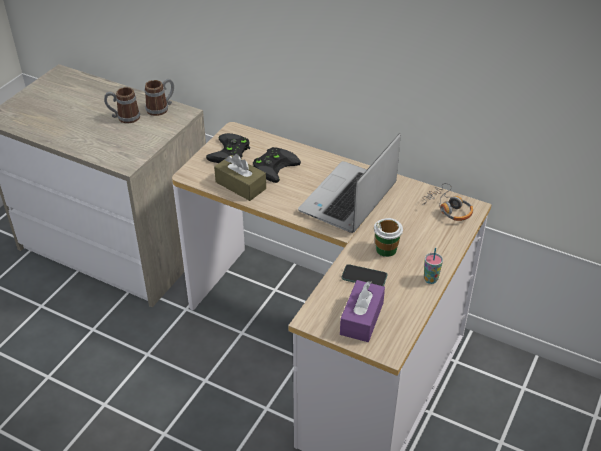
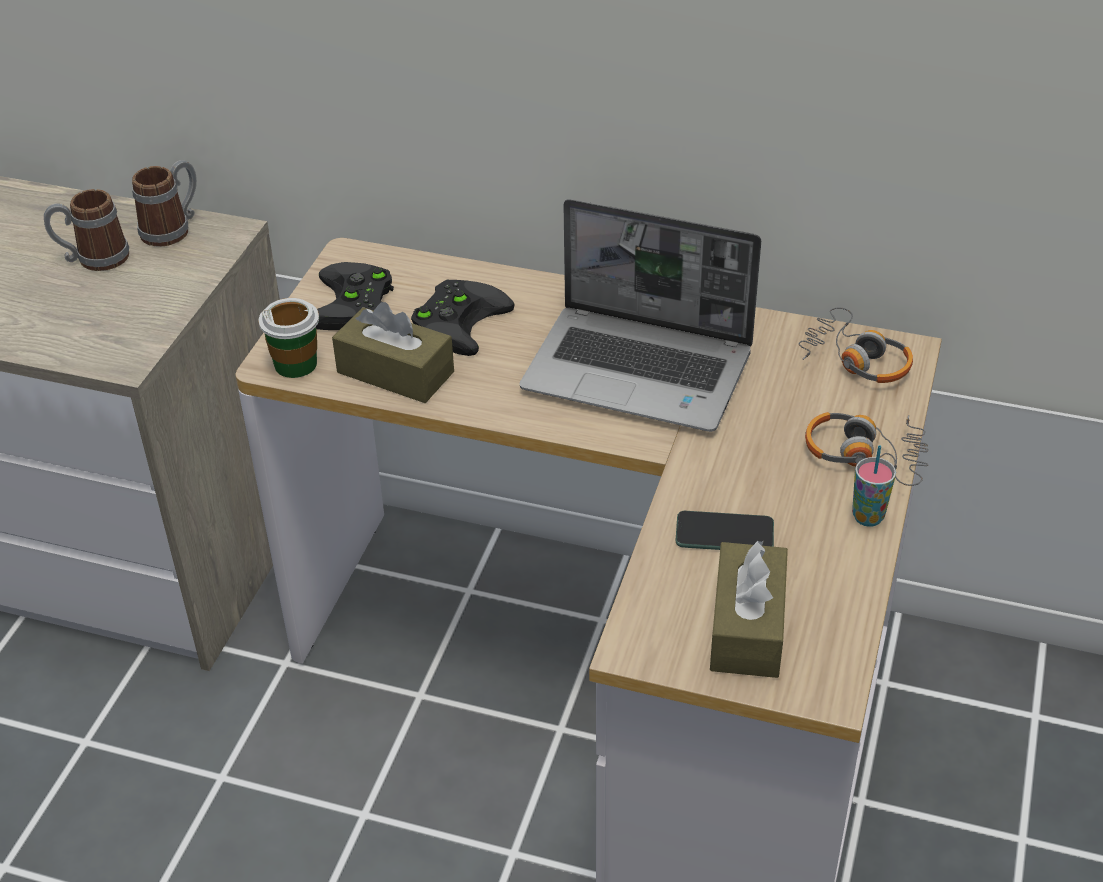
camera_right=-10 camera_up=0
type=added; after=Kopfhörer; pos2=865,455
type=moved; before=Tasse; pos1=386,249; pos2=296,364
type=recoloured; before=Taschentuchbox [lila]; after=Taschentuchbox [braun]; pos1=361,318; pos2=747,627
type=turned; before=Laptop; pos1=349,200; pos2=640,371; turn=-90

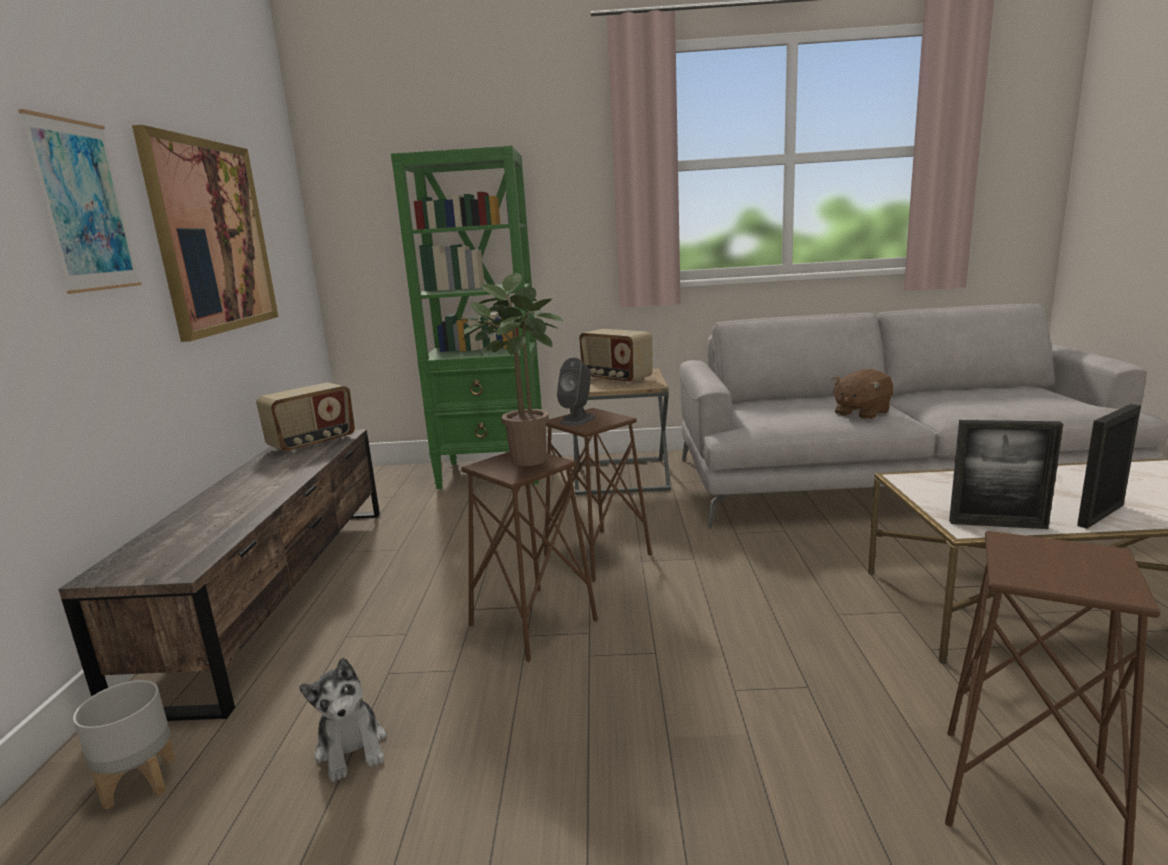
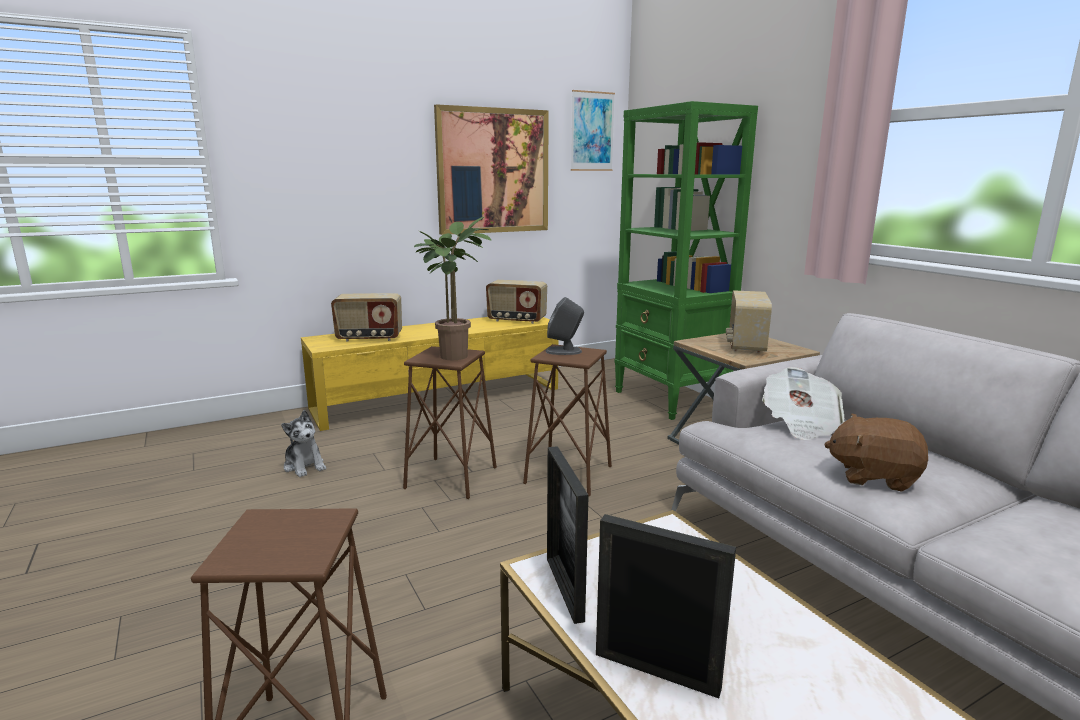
camera_right=60 camera_up=0
type=removed; before=Pflanzkübel [grau]; pos1=140,782
type=added; after=Radio; pos2=369,338
type=added; after=Zeitung; pos2=800,424
type=moved; before=Bild; pos1=84,206; pos2=592,131
type=recoloured; before=Fernsehschrank [braun]; after=Fernsehschrank [gelb]; pos1=278,590; pos2=440,398
type=turned; before=Plüschtier; pos1=352,748; pos2=305,466; turn=-75

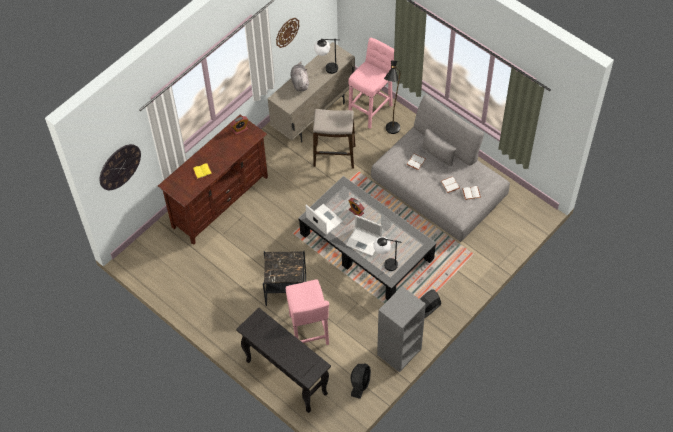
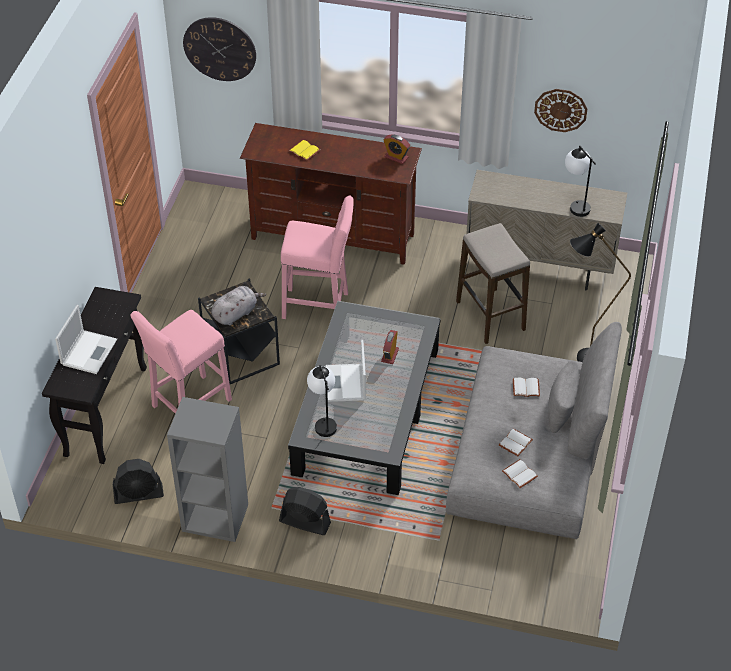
camera_right=60 camera_up=-10
type=moved; before=Plüschtier [grau]; pos1=299,82; pos2=236,313
type=moved; before=Laptop; pos1=324,219; pos2=89,351
type=moved; before=Hocker [rosa]; pos1=371,108; pos2=319,307

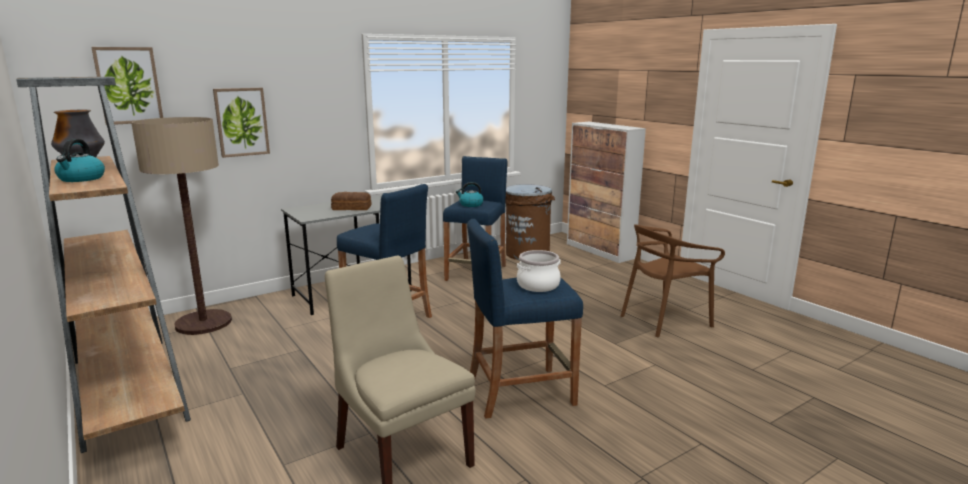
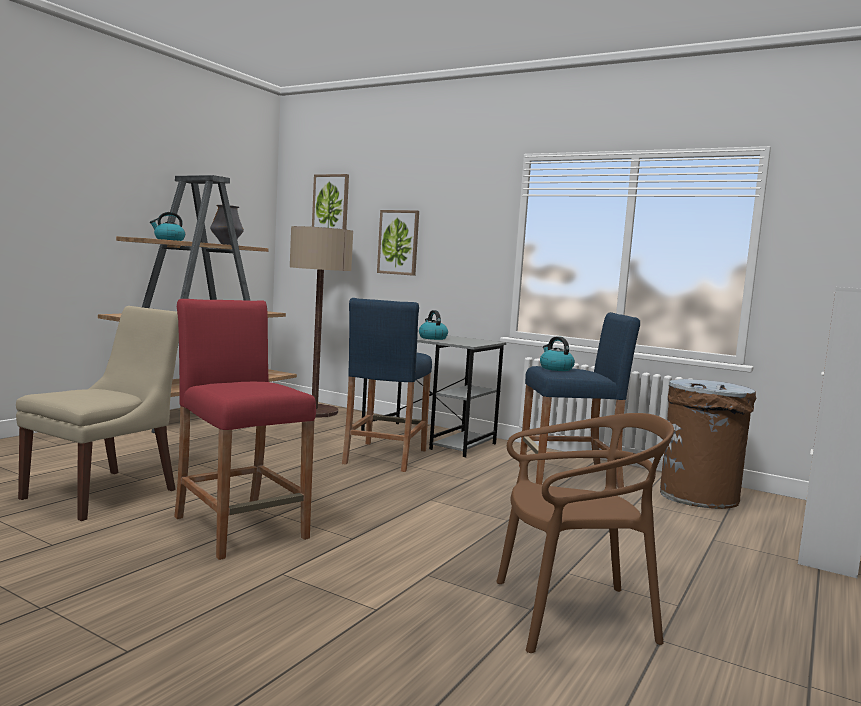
camera_right=65 camera_up=-10
type=removed; before=Kochtopf; pos1=538,285
type=replaced; before=Brot; after=Wasserkessel; pos1=352,208; pos2=432,338
type=recoloured; before=Hocker [blau]; after=Hocker [rot]; pos1=520,392; pos2=240,527
type=turned; before=Stuhl [braun]; pos1=664,320; pos2=572,615; turn=135

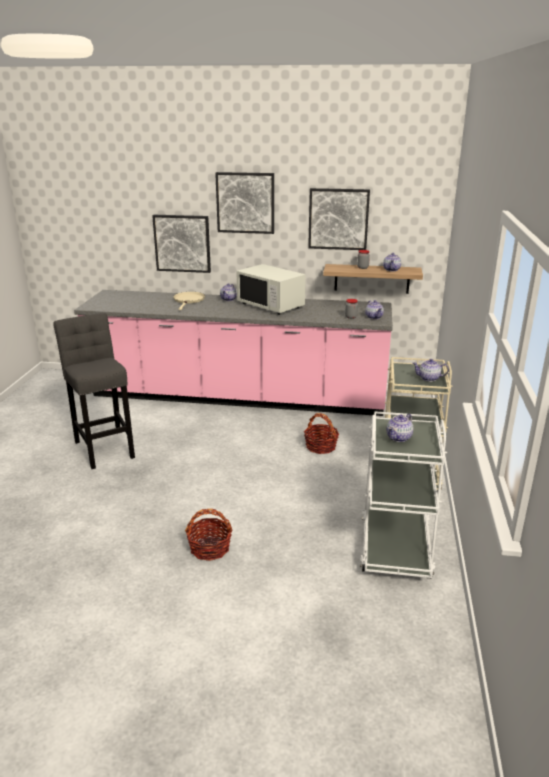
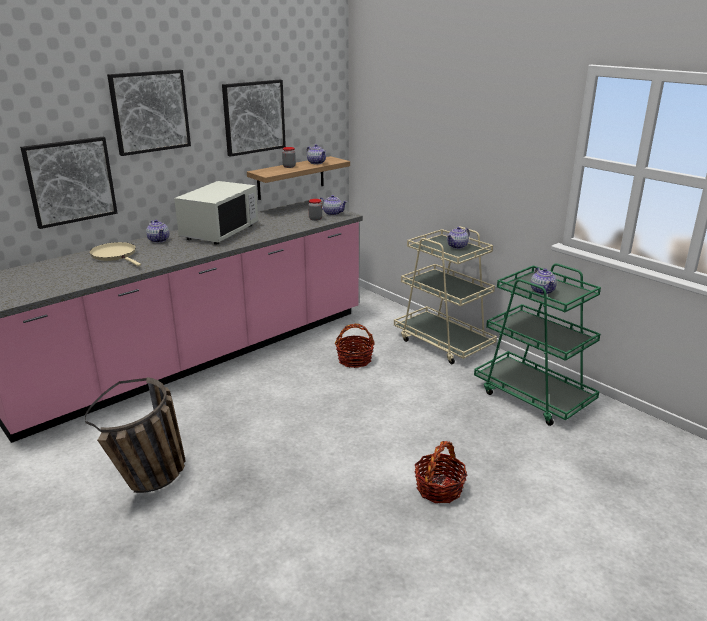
camera_right=-50 camera_up=0
type=replaced; before=Hocker [grau]; after=Korb; pos1=104,447; pos2=152,482
type=recoloured; before=Rollwagen [weiß]; after=Rollwagen [grün]; pos1=395,546; pos2=533,396
type=turned; before=Mikrowelle [weiß]; pos1=271,305; pos2=220,232; turn=-60

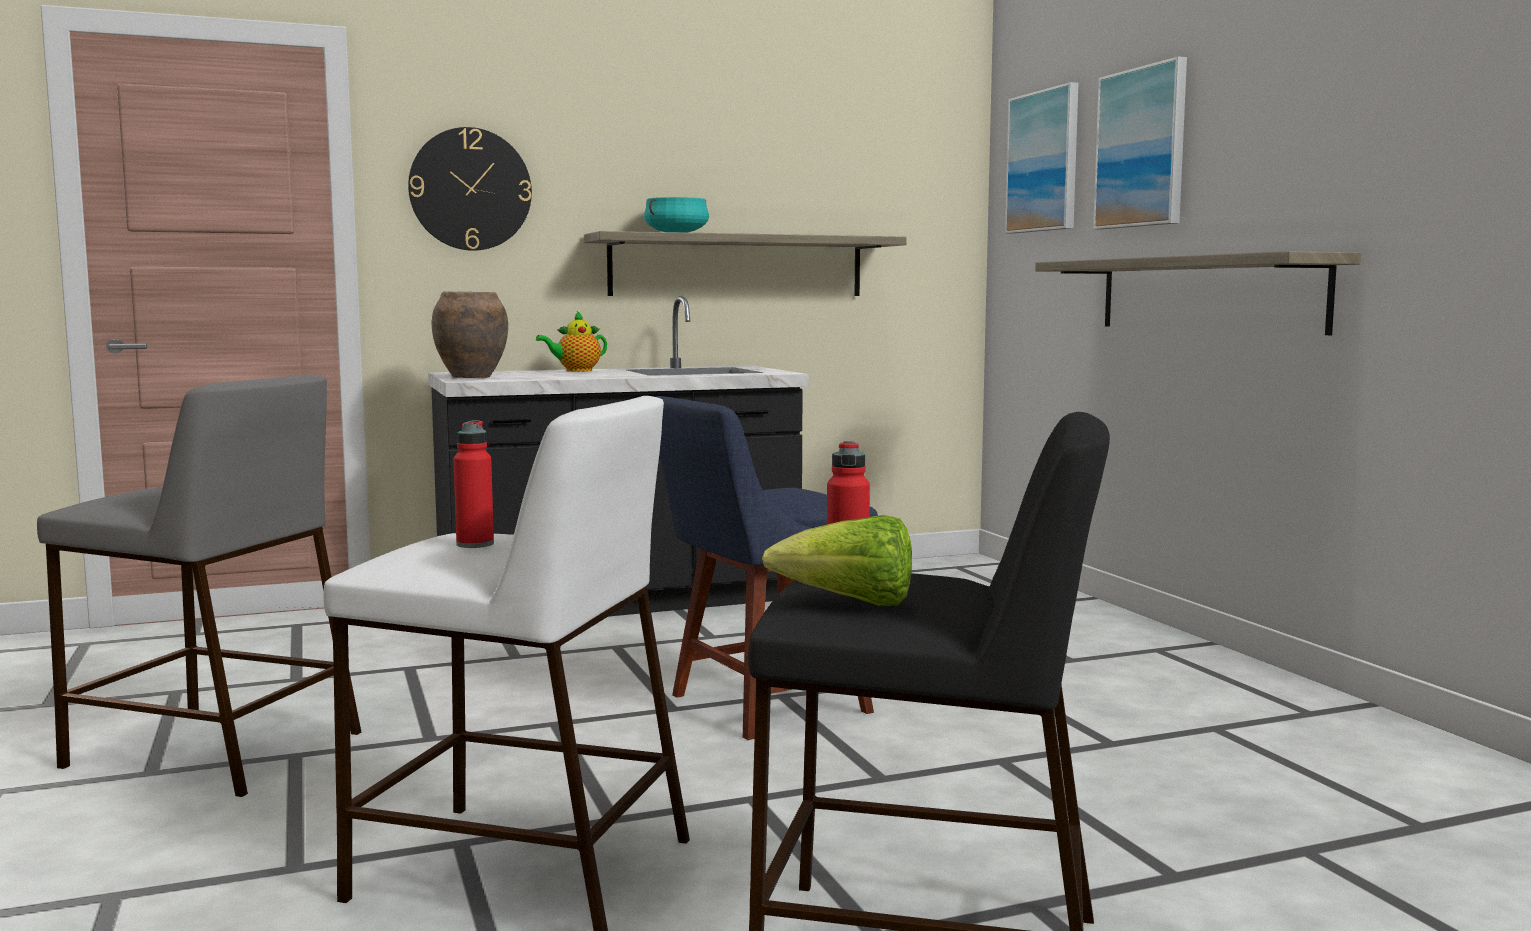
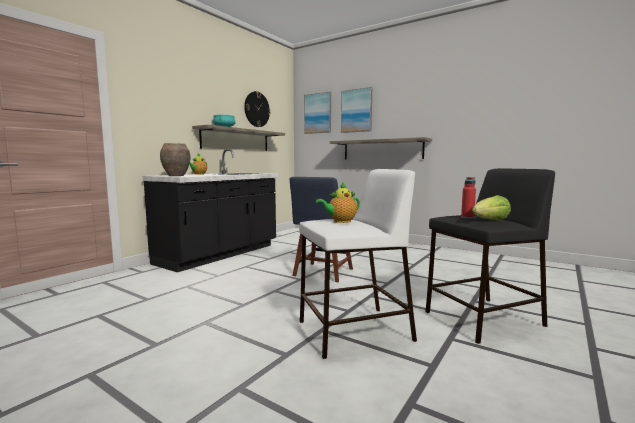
camera_right=-35 camera_up=0
type=removed; before=Hocker [grau]; pos1=211,749
type=moved; before=Wanduhr; pos1=470,189; pos2=256,109
type=replaced; before=Flasche [rot]; after=Teekanne; pos1=475,544; pos2=340,221

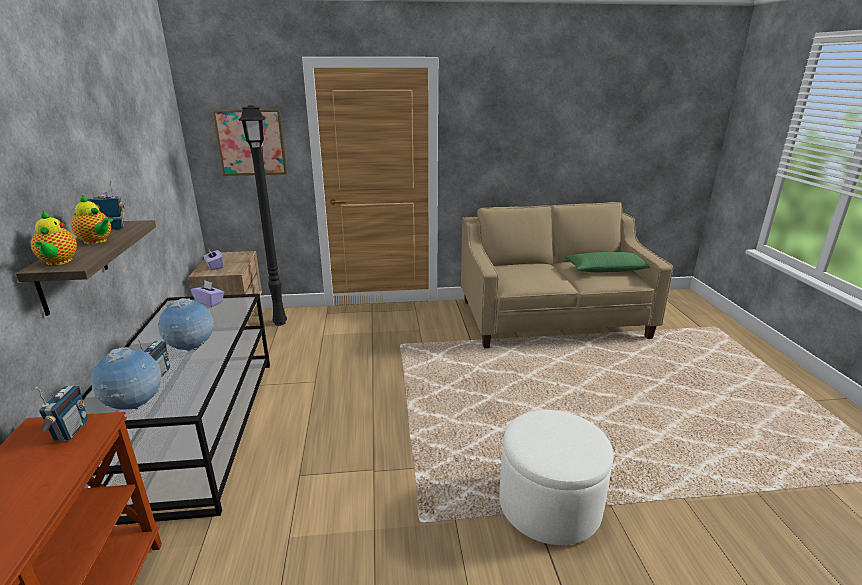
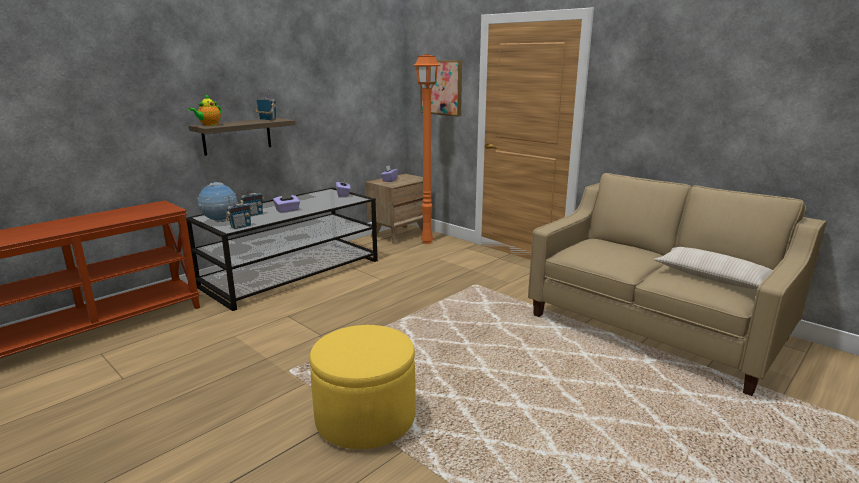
camera_right=50 camera_up=-5
type=removed; before=Teekanne; pos1=97,241
type=moved; before=Radio; pos1=70,431; pos2=240,226
type=replaced; before=Globus; after=Taschentuchbox [lila]; pos1=191,349; pos2=287,210
type=recoloured; before=Stehlampe [schwarz]; after=Stehlampe [orange]; pos1=279,322; pos2=426,242
type=recoloured; before=Polsterhocker [weiß]; after=Polsterhocker [gelb]; pos1=549,505; pos2=365,418
type=recoloured; before=Kissen [grün]; after=Kissen [beige]; pos1=606,270; pos2=713,277

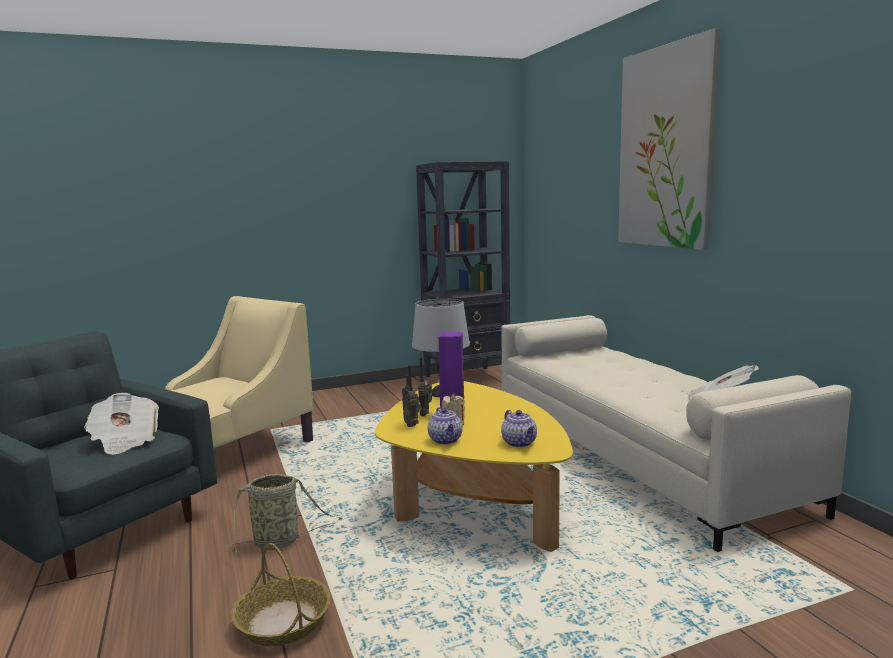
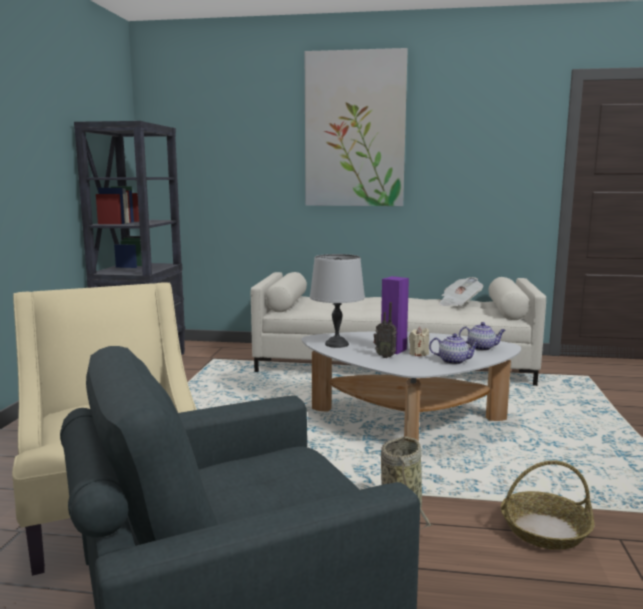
camera_right=-60 camera_up=0
type=removed; before=Zeitung; pos1=125,441
type=removed; before=Radio; pos1=412,425
type=recoloured; before=Couchtisch [gelb]; after=Couchtisch [weiß]; pos1=471,501; pos2=407,422

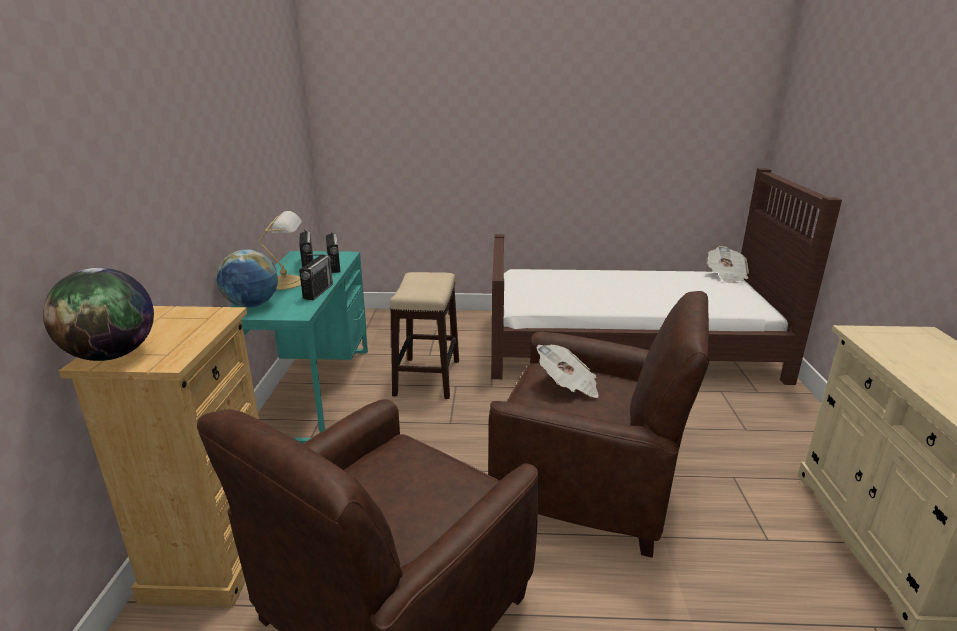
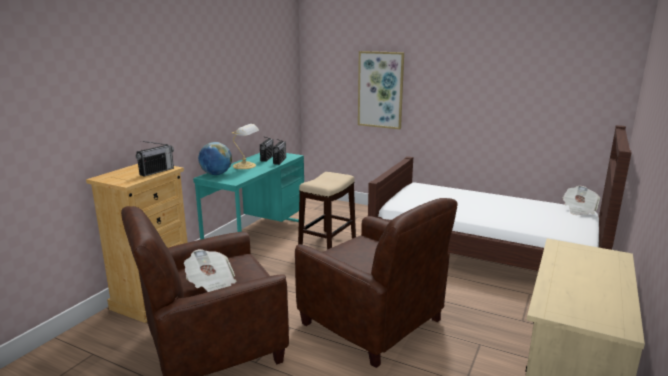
camera_right=25 camera_up=-5
type=removed; before=Globus; pos1=112,355
type=added; after=Bild; pos2=380,90
type=moved; before=Radio; pos1=318,291; pos2=156,171
type=moved; before=Zeitung; pos1=568,386; pos2=211,284

